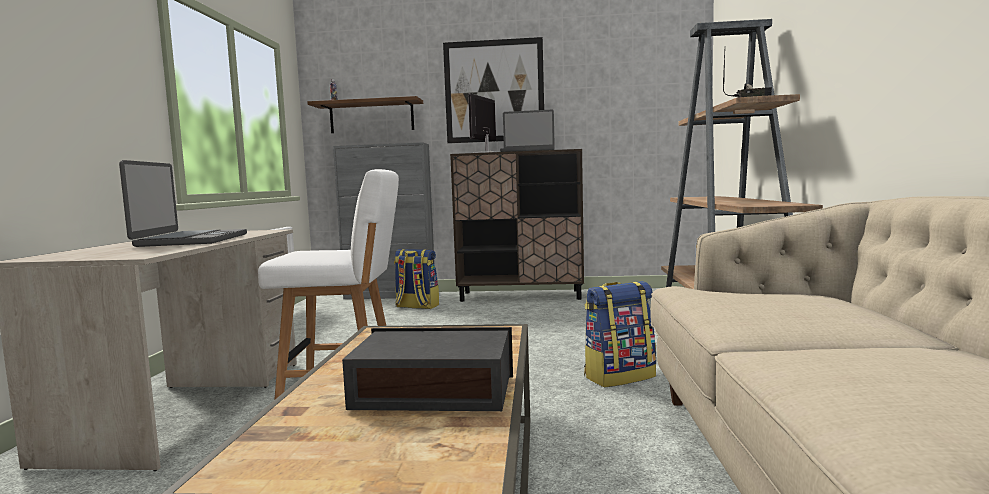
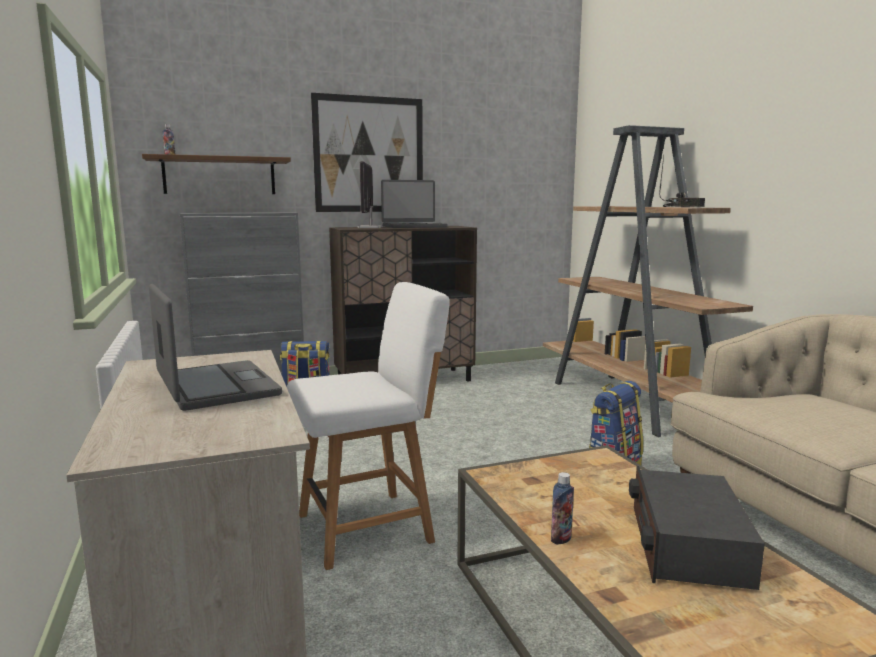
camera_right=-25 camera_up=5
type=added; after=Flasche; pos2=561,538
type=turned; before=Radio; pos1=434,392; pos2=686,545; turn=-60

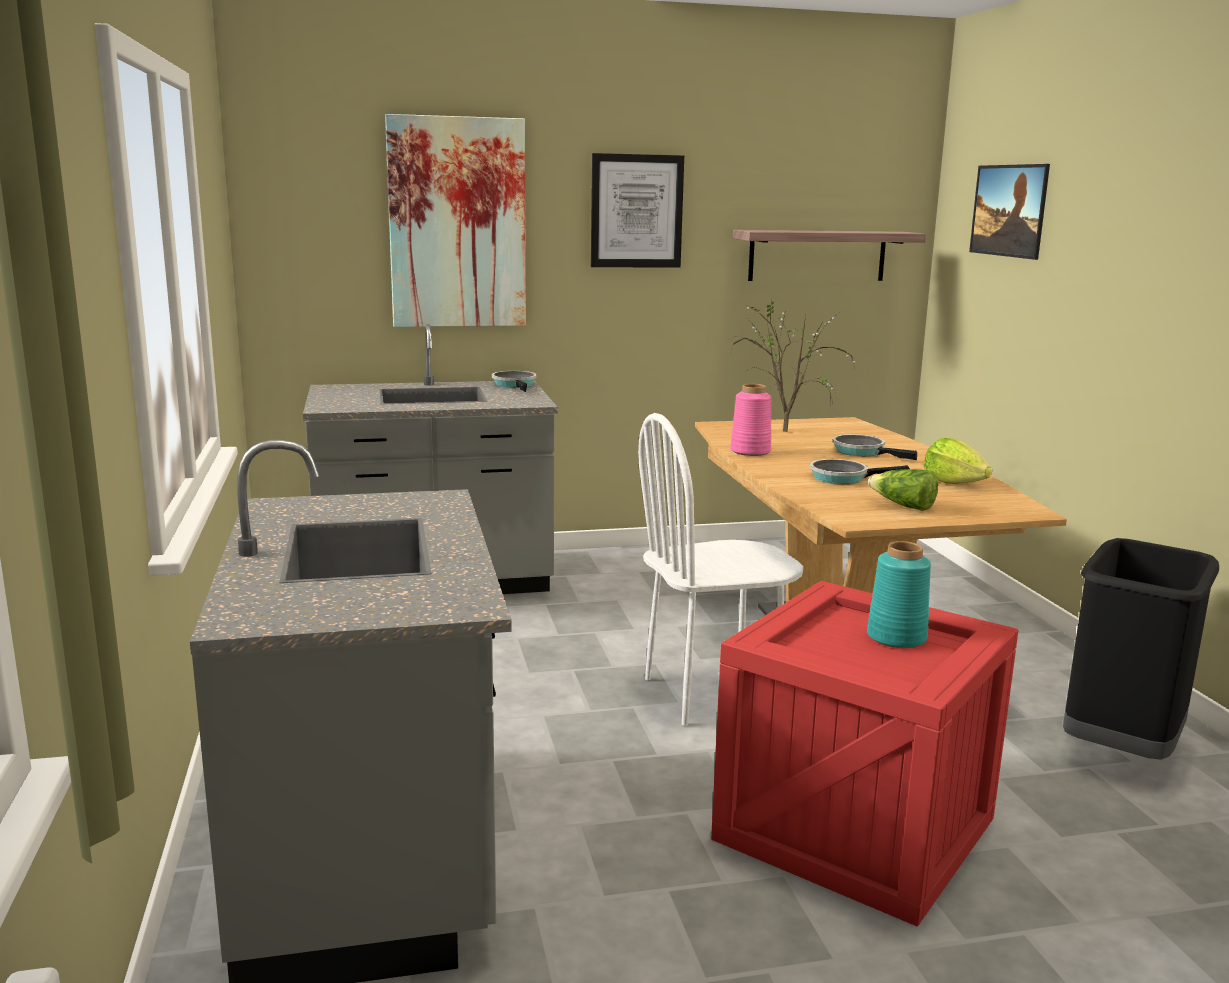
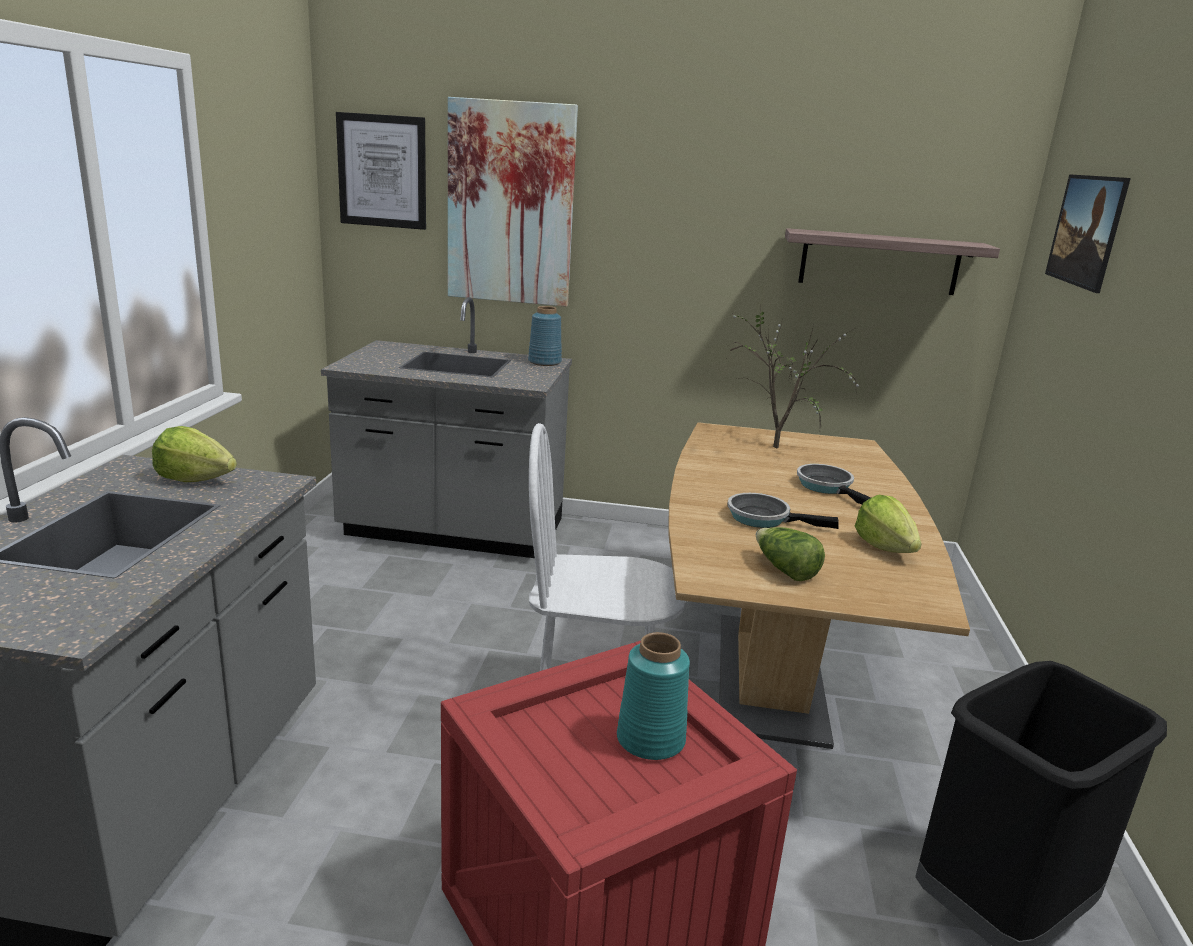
camera_right=20 camera_up=5
type=removed; before=Vase [rosa]; pos1=749,451
type=added; after=Salatkopf; pos2=195,479
type=moved; before=Bild; pos1=636,211; pos2=382,171
type=replaced; before=Pfanne; after=Vase [blau]; pos1=515,385; pos2=545,362

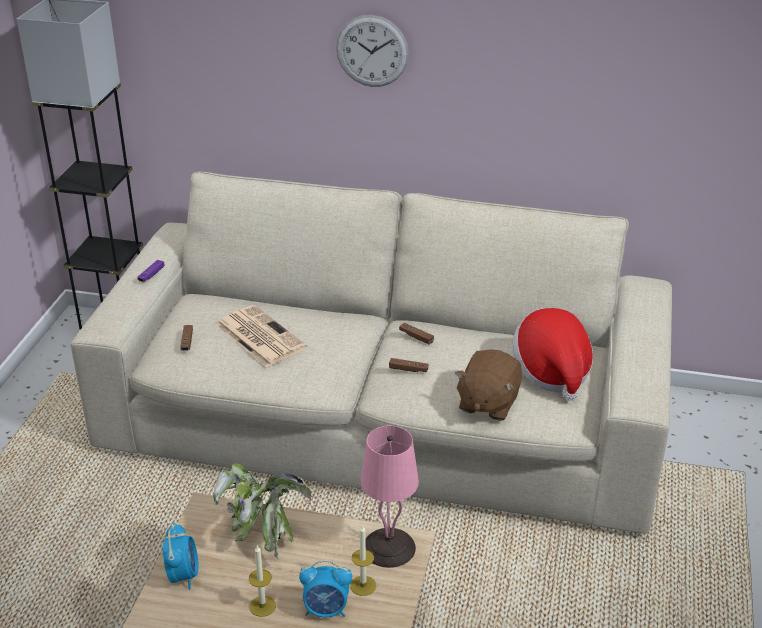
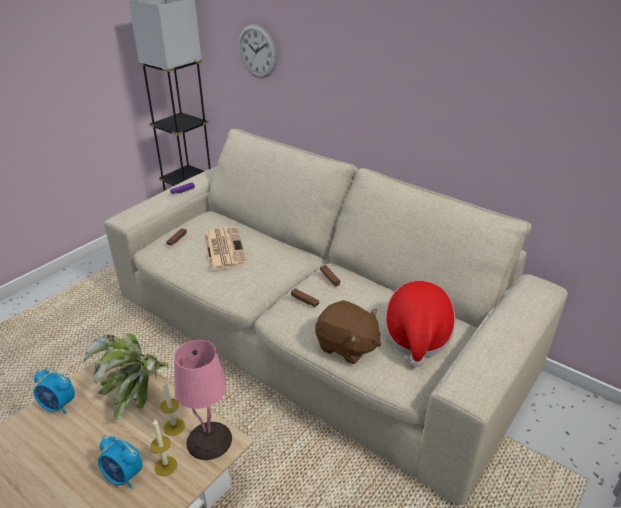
camera_right=25 camera_up=0
type=moved; before=Kerze; pos1=262,606; pos2=174,427
type=moved; before=Wanduhr; pos1=372,51; pos2=257,51
type=turned; before=Wecker; pos1=183,575; pos2=59,405; turn=90
type=turned; before=Plüschtier [braun]; pos1=487,403; pos2=347,346; turn=-105

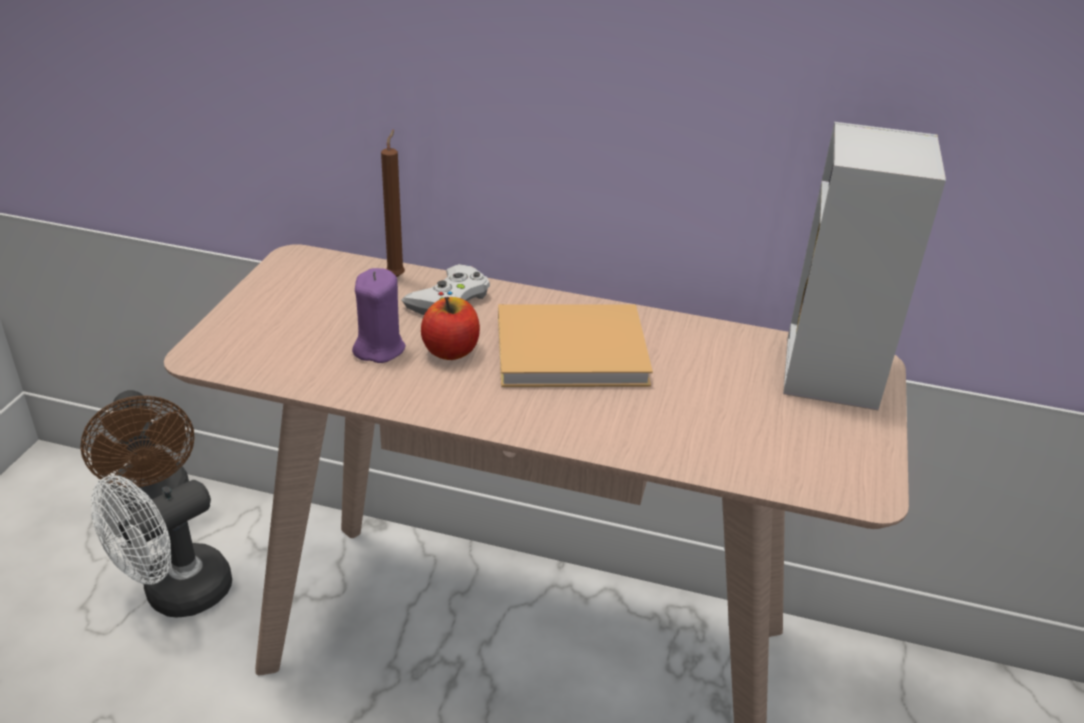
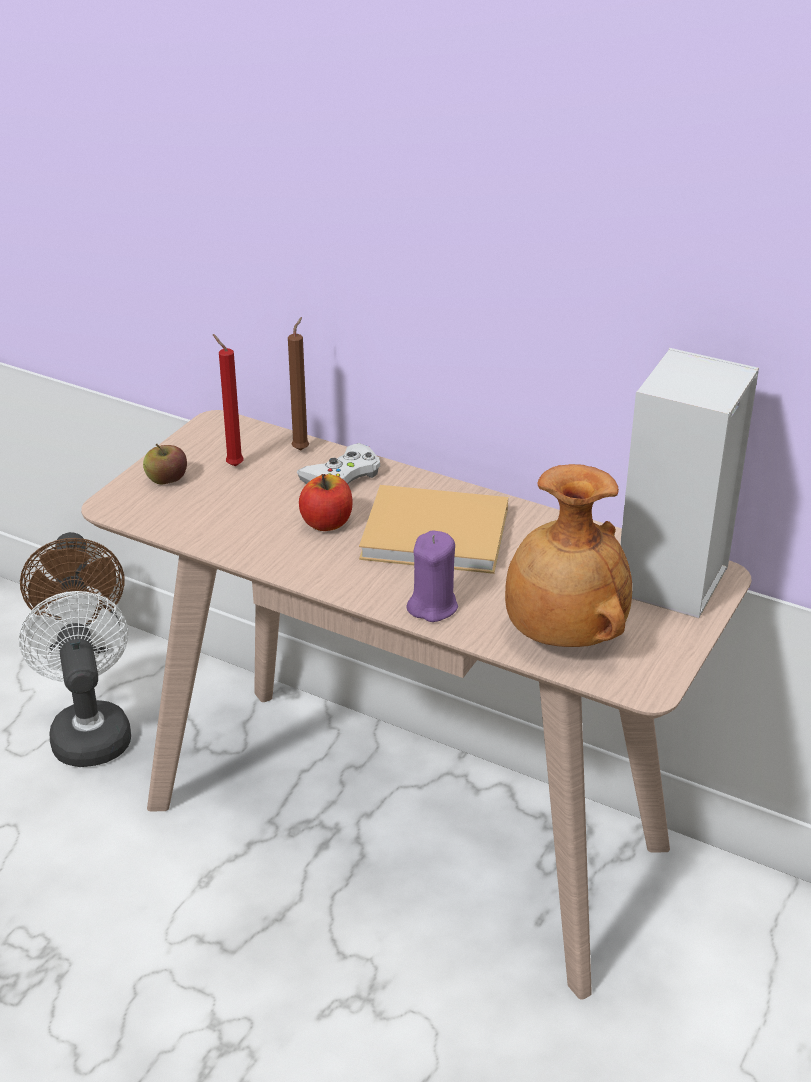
camera_right=15 camera_up=0
type=added; after=Apfel; pos2=166,480
type=added; after=Kerze [rot]; pos2=232,465
type=added; after=Vase [braun]; pos2=562,634
type=moved; before=Kerze [lila]; pos1=379,348; pos2=432,606
type=turned; before=Ventilator [weiß]; pos1=175,595; pos2=89,731; turn=105

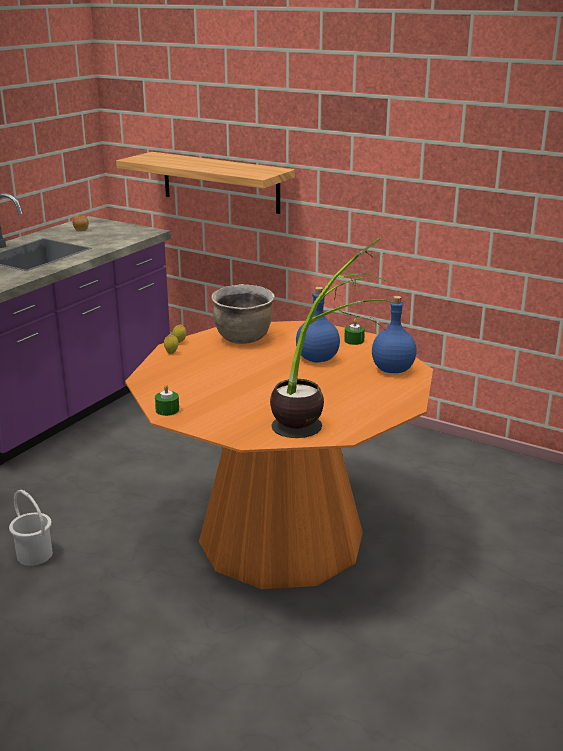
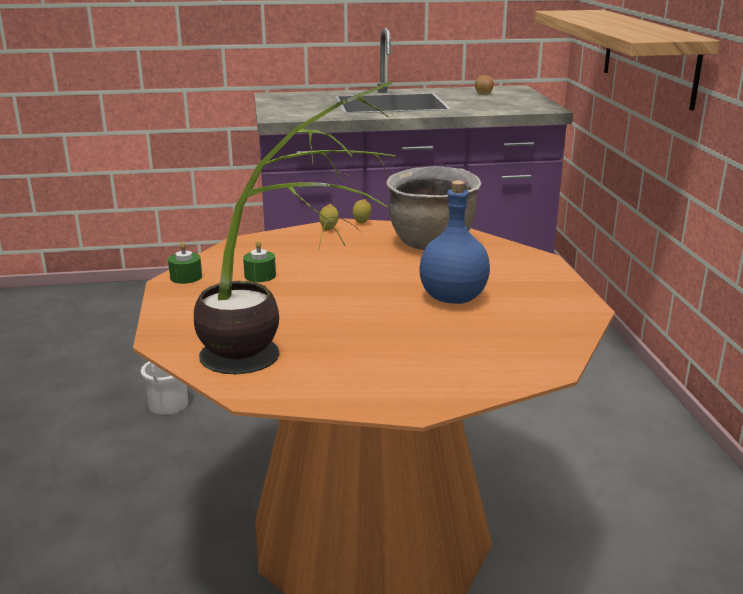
camera_right=50 camera_up=0
type=removed; before=Flasche [blau]; pos1=392,370
type=moved; before=Kerze [grün]; pos1=354,341; pos2=260,275

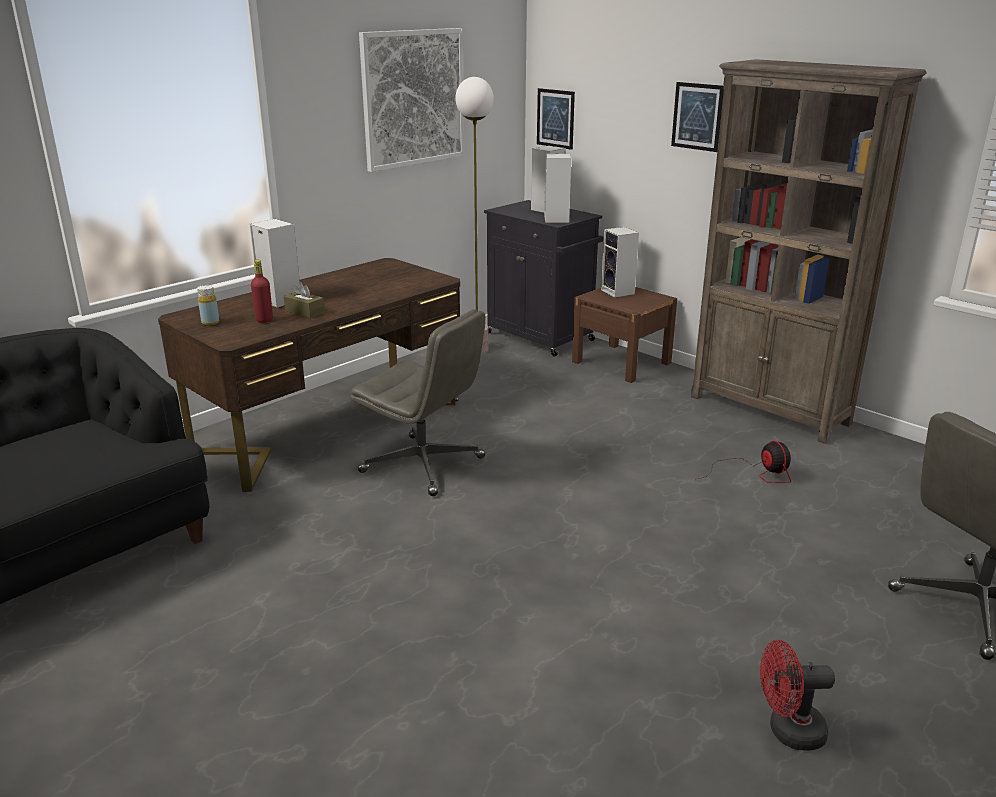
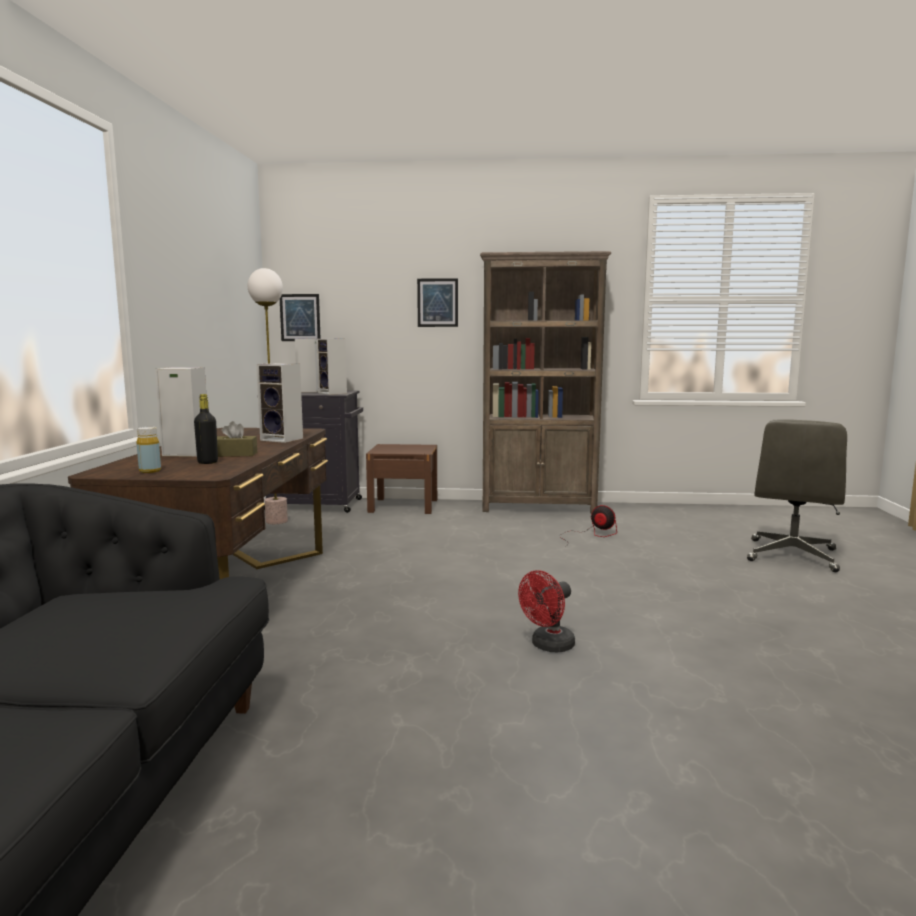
camera_right=-40 camera_up=-15
type=removed; before=Bürostuhl [grau]; pos1=424,465
type=removed; before=Bild; pos1=413,98
type=moved; before=Lautsprecher; pos1=619,292; pos2=283,439
type=moved; before=Ventilator [rot]; pos1=788,731; pos2=548,646
type=recoloured; before=Flasche [rot]; after=Flasche [schwarz]; pos1=264,320; pos2=207,462

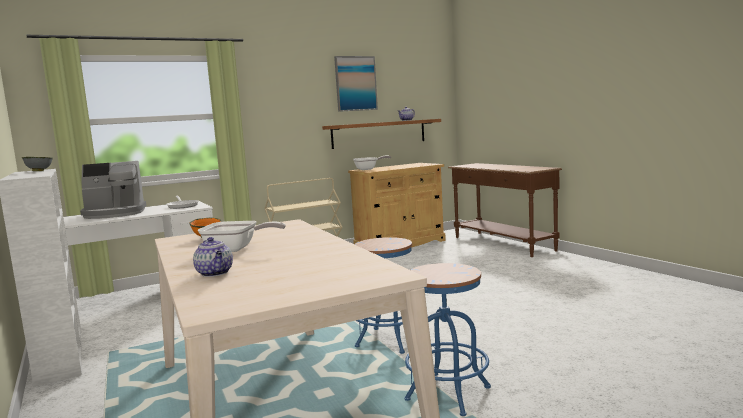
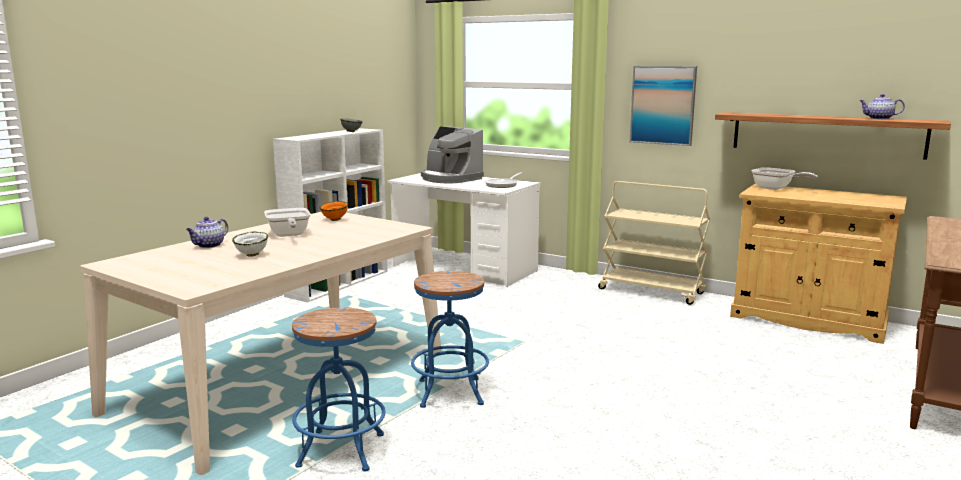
camera_right=60 camera_up=5
type=added; after=Schüssel [weiß]; pos2=252,255
type=moved; before=Bild; pos1=355,83; pos2=663,105

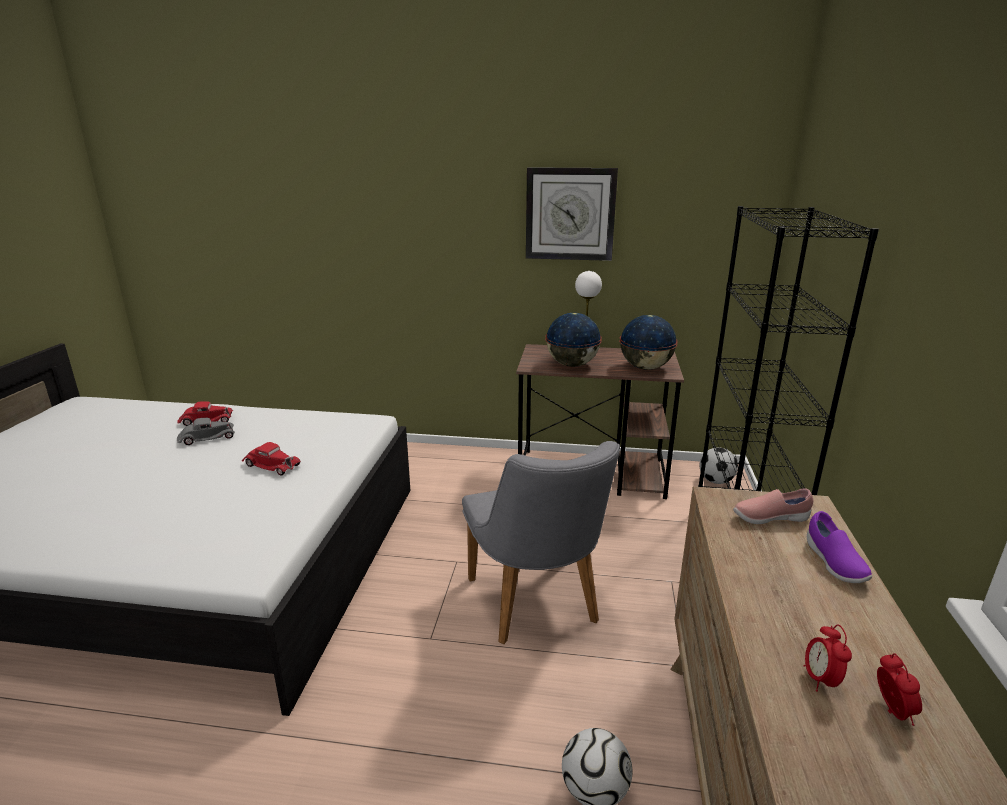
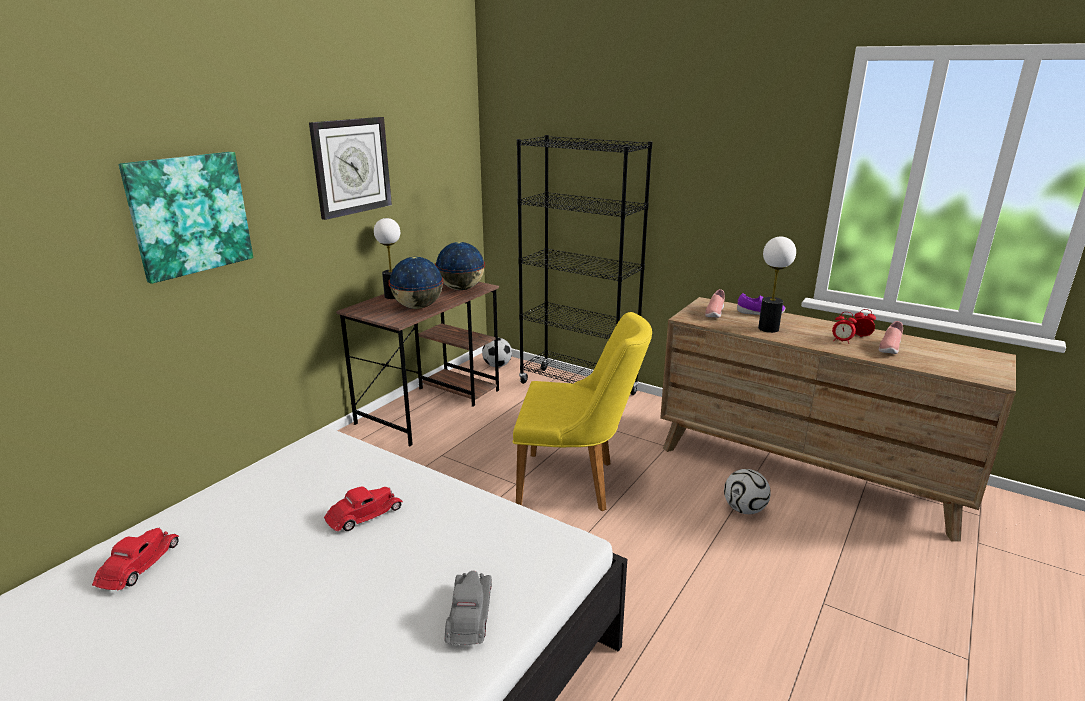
camera_right=-65 camera_up=0
type=added; after=Bild; pos2=189,214
type=added; after=Tischlampe; pos2=768,329
type=added; after=Schuh [rosa]; pos2=889,348
type=moved; before=Spielzeugauto [grau]; pos1=206,437; pos2=469,614
type=recoloured; before=Stuhl [grau]; after=Stuhl [gelb]; pos1=537,607; pos2=577,483

